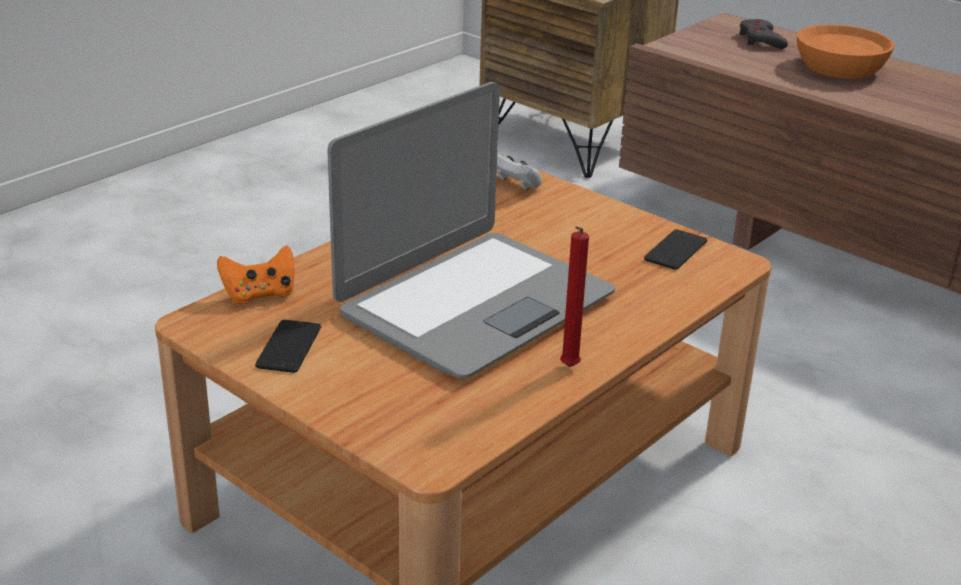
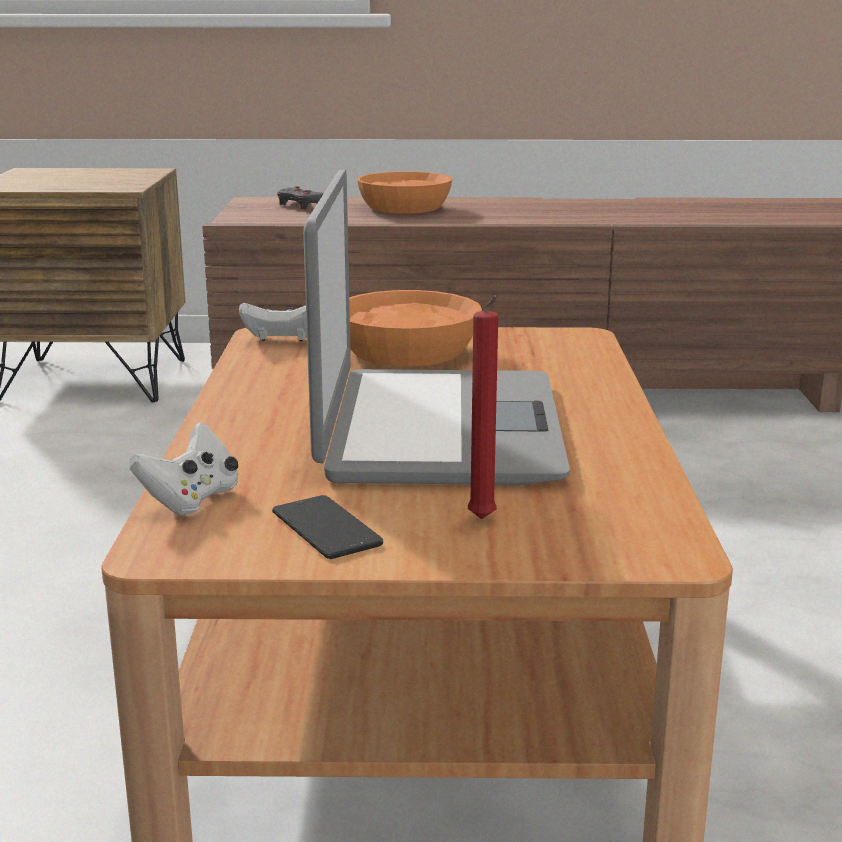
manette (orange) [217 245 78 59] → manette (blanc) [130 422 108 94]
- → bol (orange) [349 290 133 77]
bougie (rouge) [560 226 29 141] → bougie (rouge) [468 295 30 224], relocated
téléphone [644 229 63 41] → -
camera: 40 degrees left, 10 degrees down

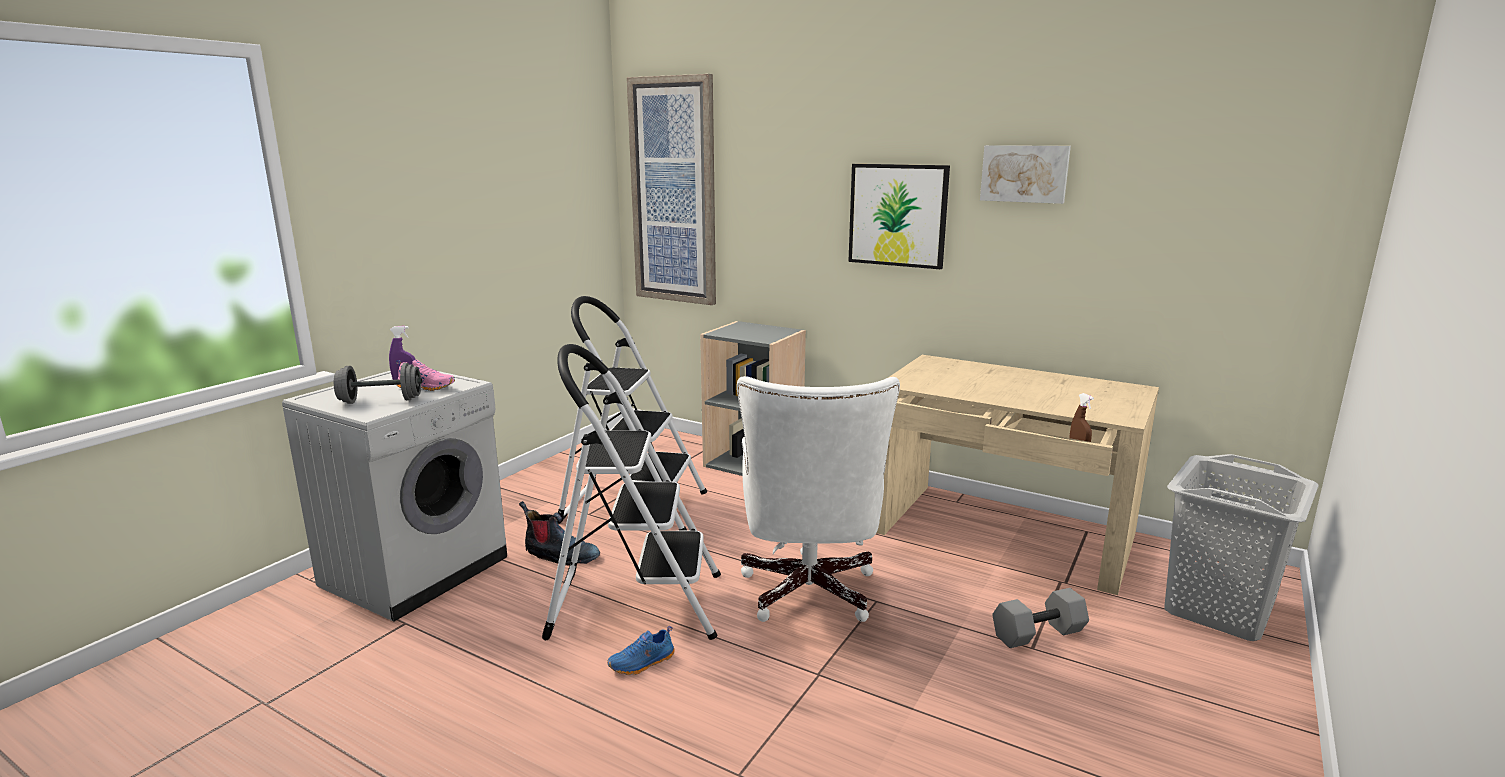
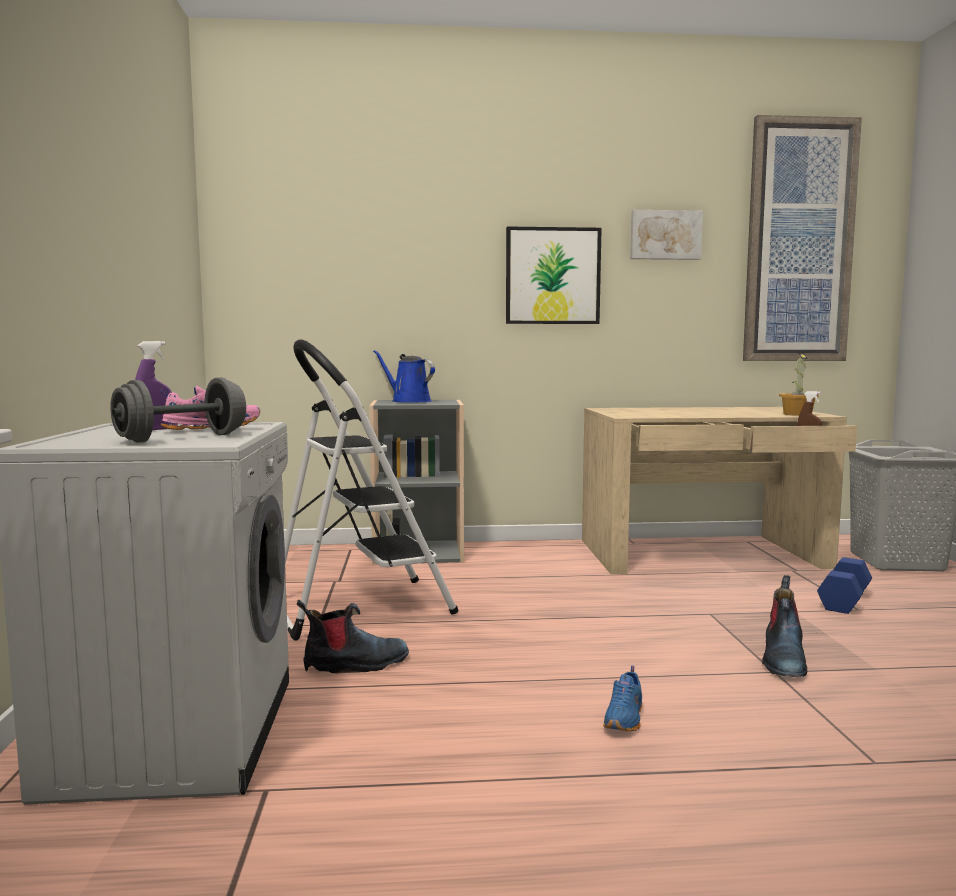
- → arrosoir (bleu) [373 350 62 52]
tableau [627 74 89 231] → tableau [743 115 119 246], relocated
- → botte [762 575 45 102]
- → plante en pot [779 353 40 63]
haltère (gris) [992 588 97 60] → haltère (bleu) [817 557 55 57]
escabeau [542 344 179 296] → -
chaise de bureau (blanc) [737 376 163 246] → -
camera: 35 degrees left, 10 degrees down

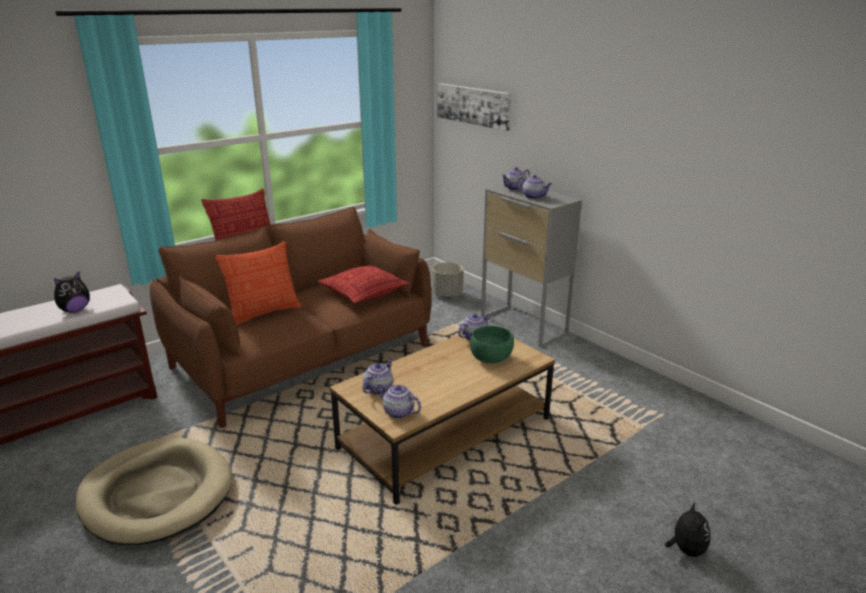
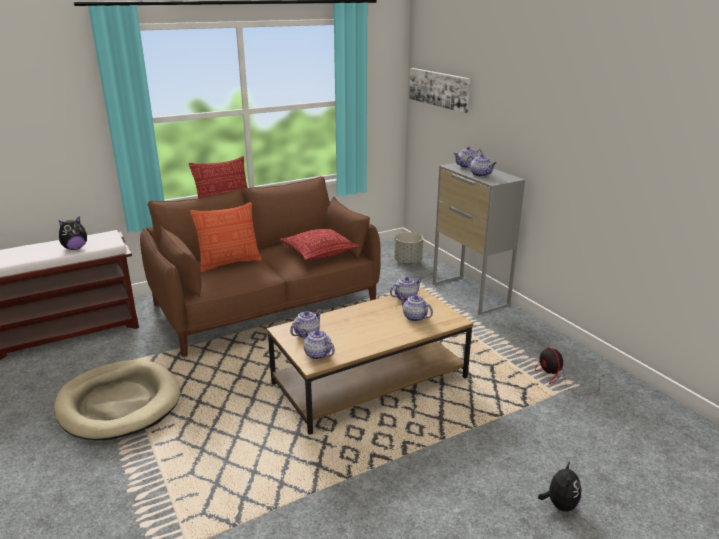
bol (vert) [470 326 44 37] → théière [399 295 34 27]
- → ventilateur [535 348 72 47]
camera: 10 degrees right, 0 degrees up

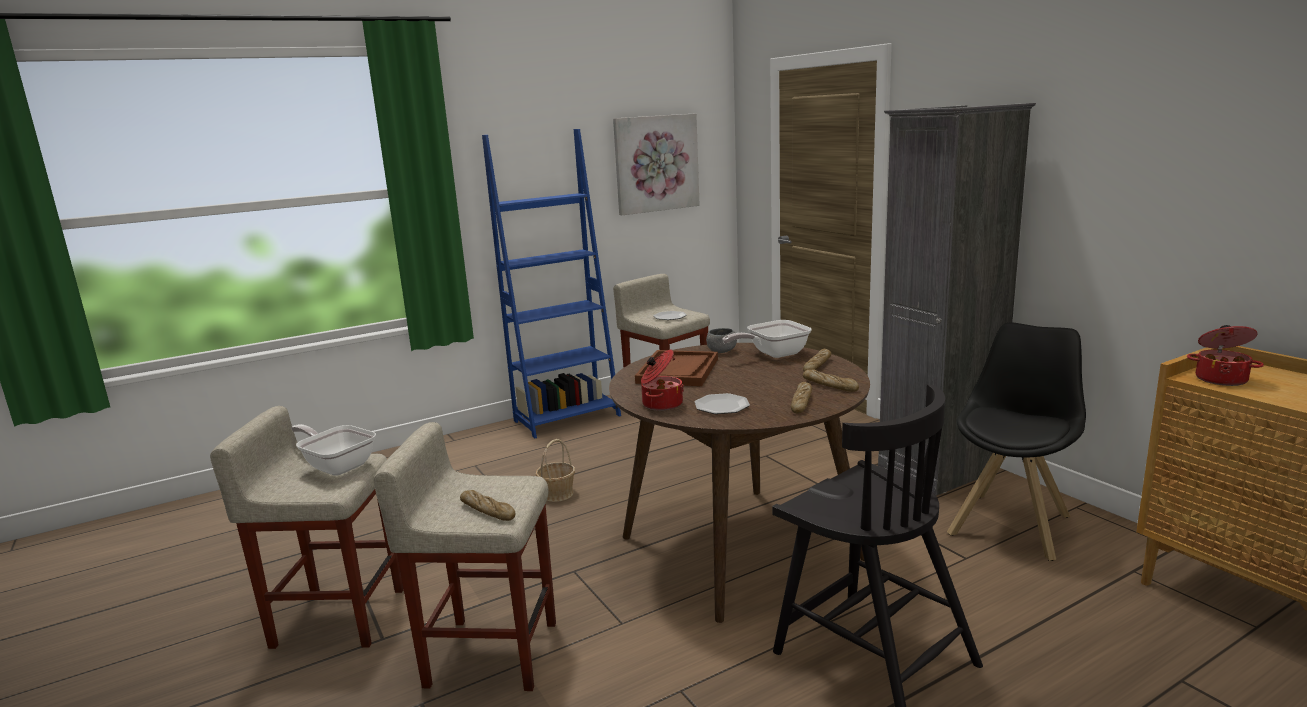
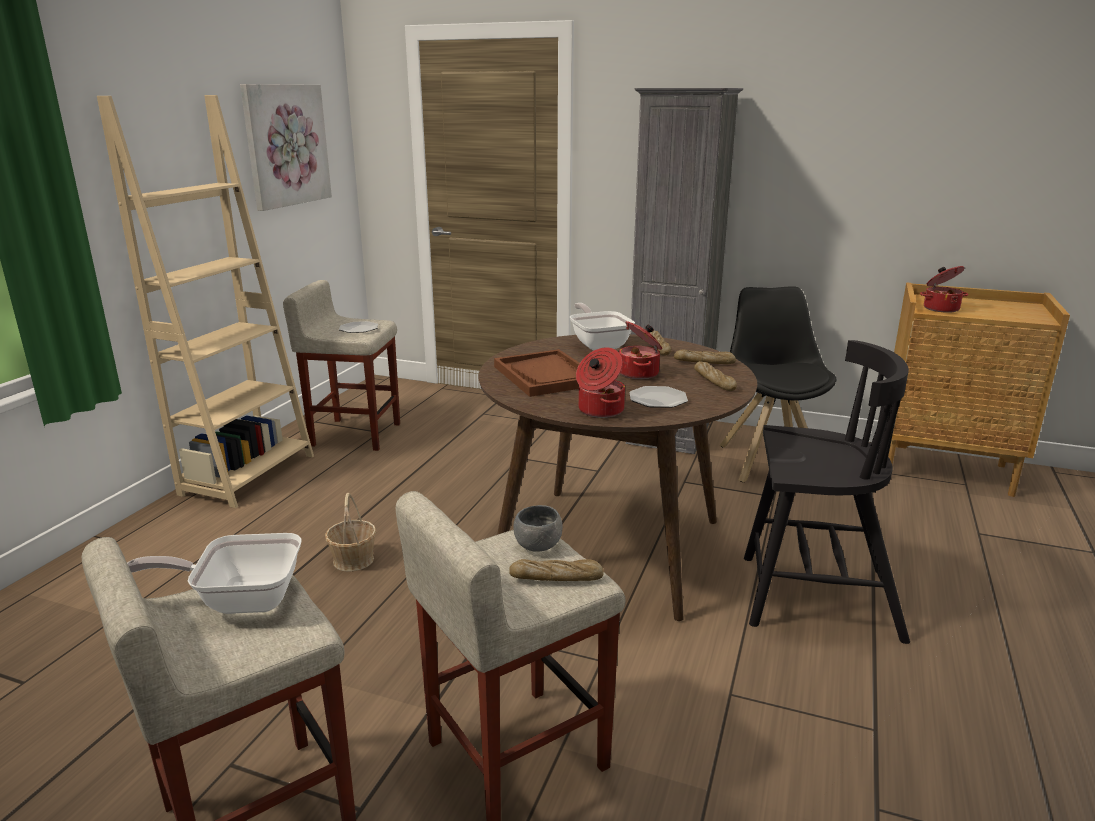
bibliothèque (bleu) [482 129 139 309] → bibliothèque (beige) [97 95 217 413]
bol (gris) [706 328 31 25] → bol (gris) [513 505 50 47], relocated
poêle [722 320 90 38] → poêle [570 303 65 48], 135 degrees clockwise
- → marmite [619 321 43 58]
camera: 40 degrees left, 5 degrees up

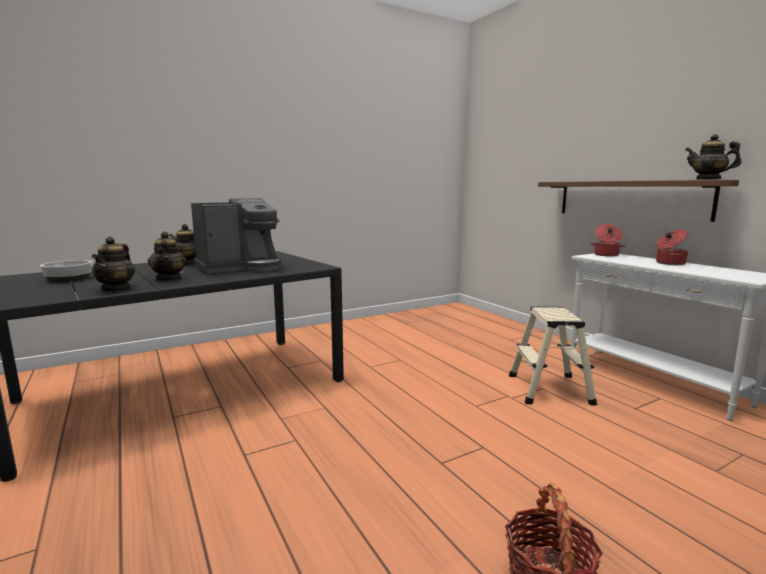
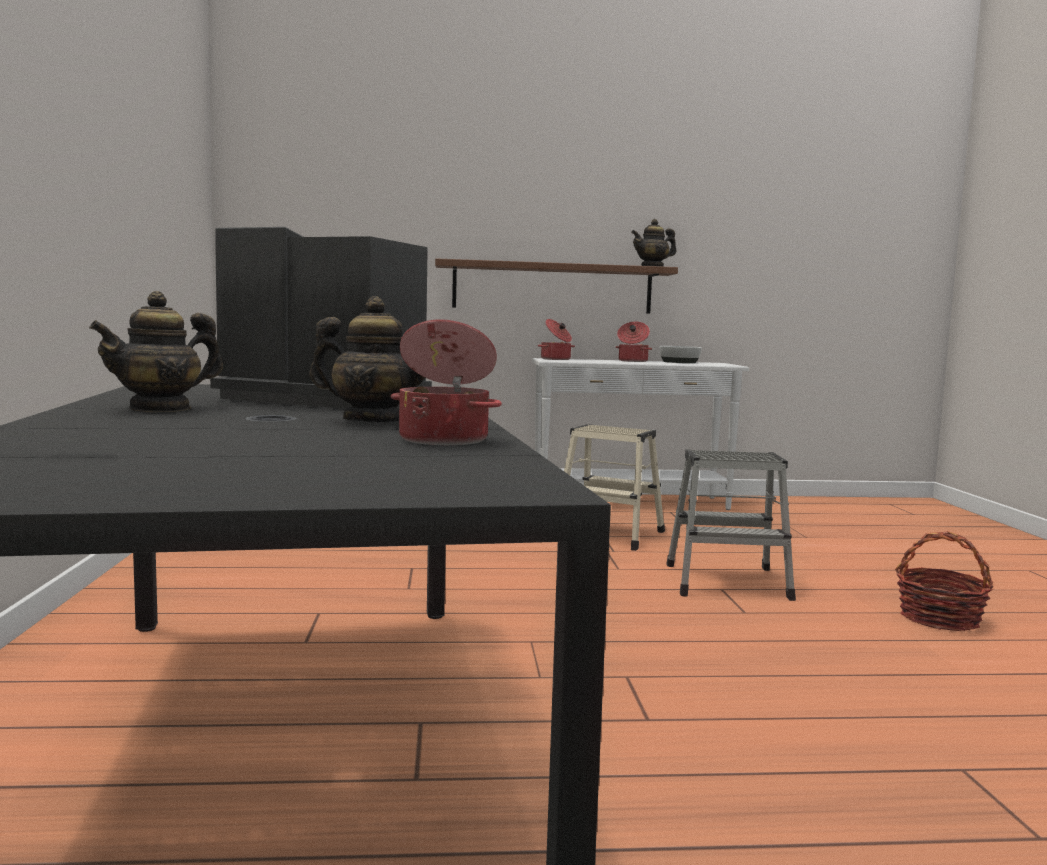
machine à café [191 198 91 75] → machine à café [210 227 222 182], 60 degrees counterclockwise
théière [92 236 43 56] → marmite [391 319 111 126]
bol [40 260 52 22] → bol [659 346 43 17], relocated
- → escabeau (gris) [666 449 130 152]
camera: 65 degrees left, 5 degrees down

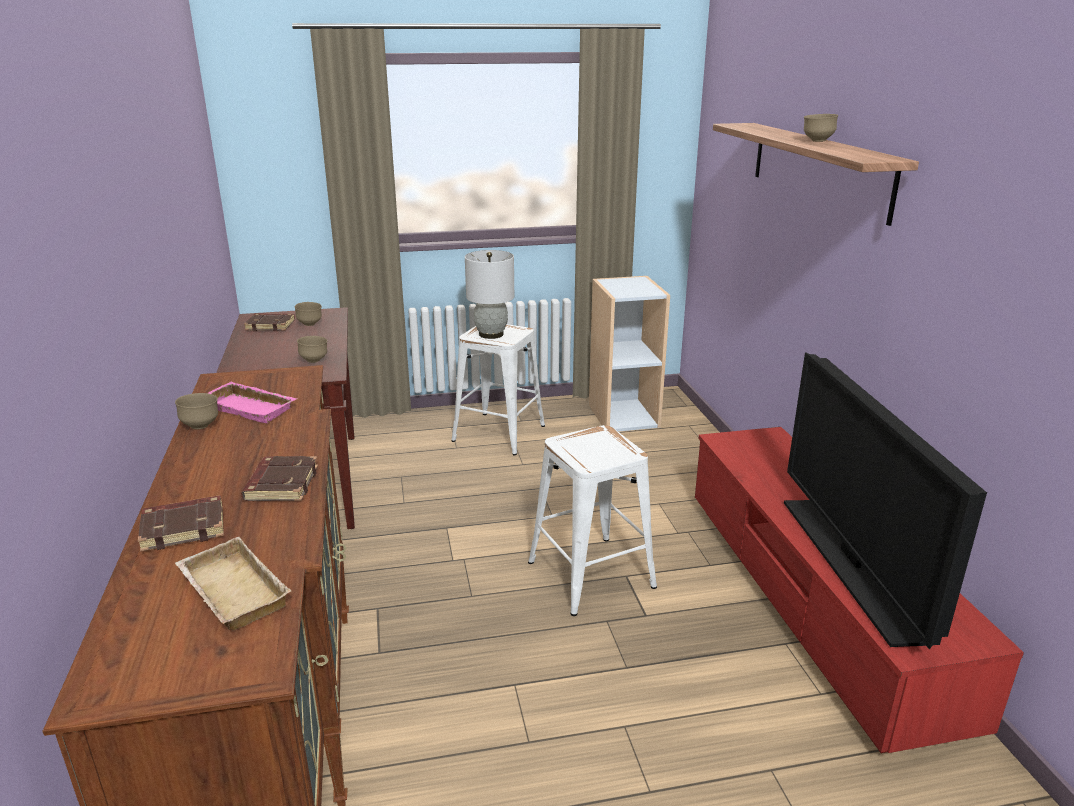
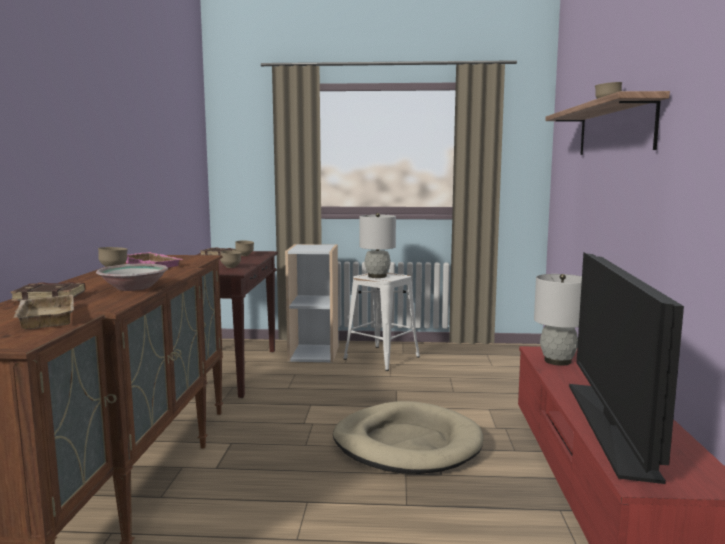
livre (marron) [241 456 77 45] → bol [96 264 72 27]
bibliothèque [589 276 81 156] → bibliothèque [285 244 53 119], relocated
tabouret (blanc) [528 425 129 191] → panier pour chien (beige) [333 401 150 73]
- → lampe de table (blanc) [534 274 48 92]
camera: 15 degrees right, 15 degrees down

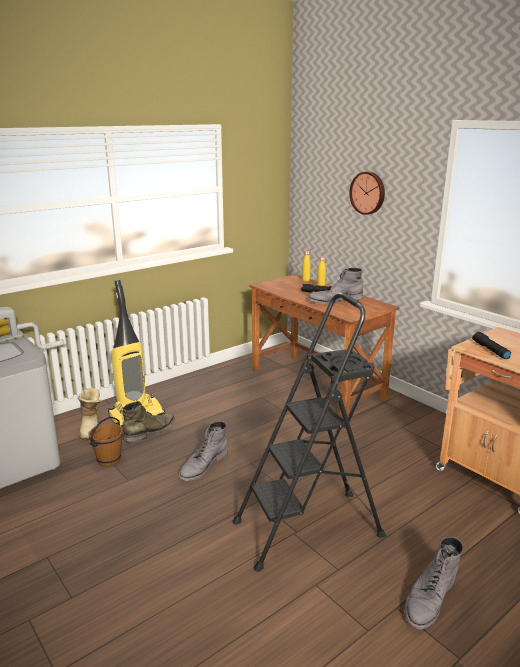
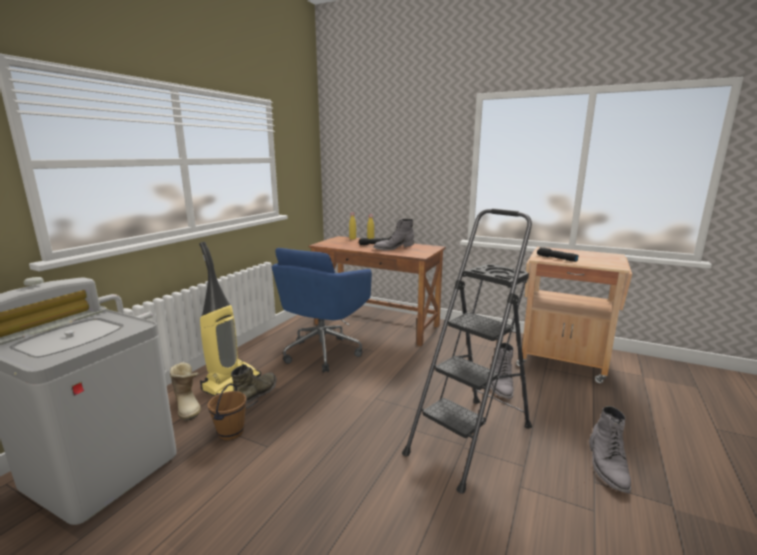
- → chaise de bureau (bleu) [272 248 100 125]
botte (gris) [178 421 50 60] → botte (gris) [491 343 23 56], relocated
horloge murale [349 171 36 44] → -
camera: 25 degrees left, 5 degrees down

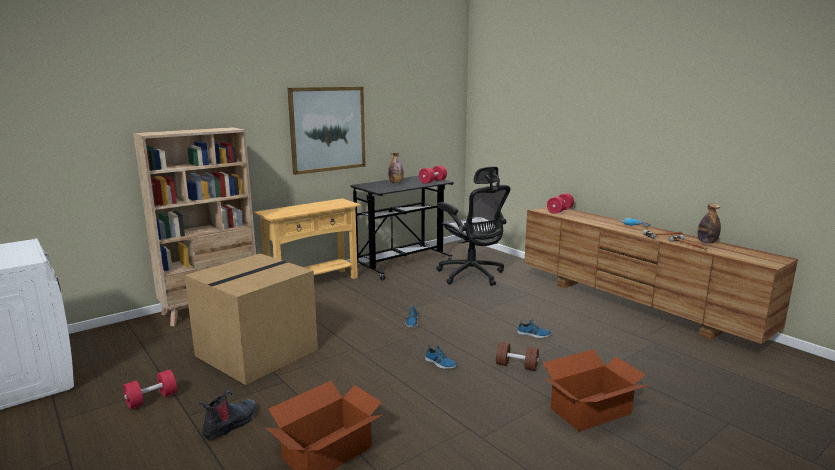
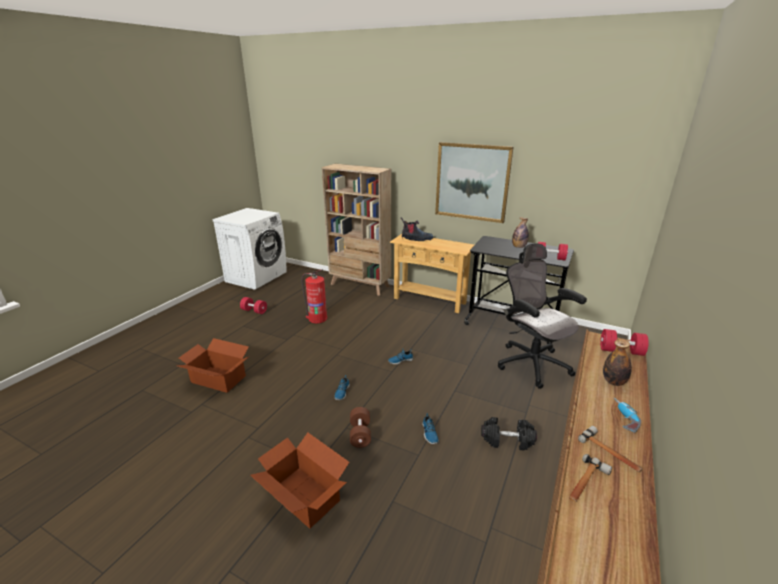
carton [185 254 133 131] → extincteur [301 269 26 54]
botte [197 390 60 51] → botte [400 217 34 24], relocated
- → haltère (noir) [481 417 56 33]
chaise de bureau [436 166 74 120] → chaise de bureau [498 243 89 146], 120 degrees clockwise
bouteille [698 203 23 40] → bouteille [603 339 29 47], relocated
camera: 65 degrees right, 10 degrees up

